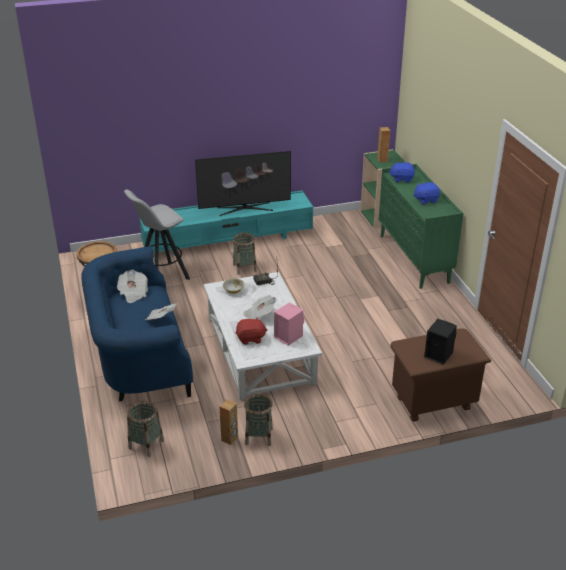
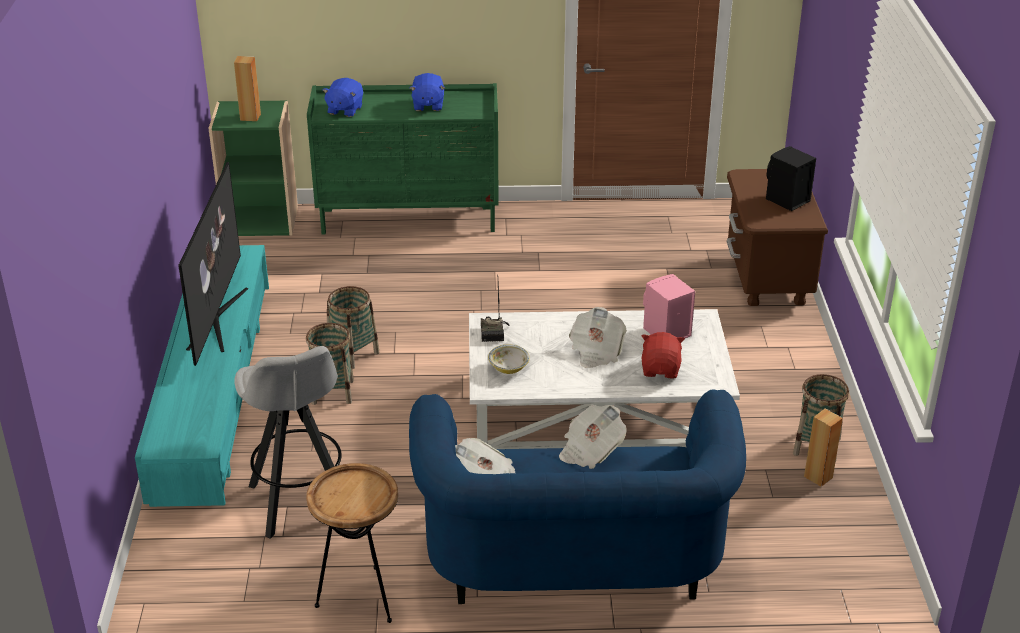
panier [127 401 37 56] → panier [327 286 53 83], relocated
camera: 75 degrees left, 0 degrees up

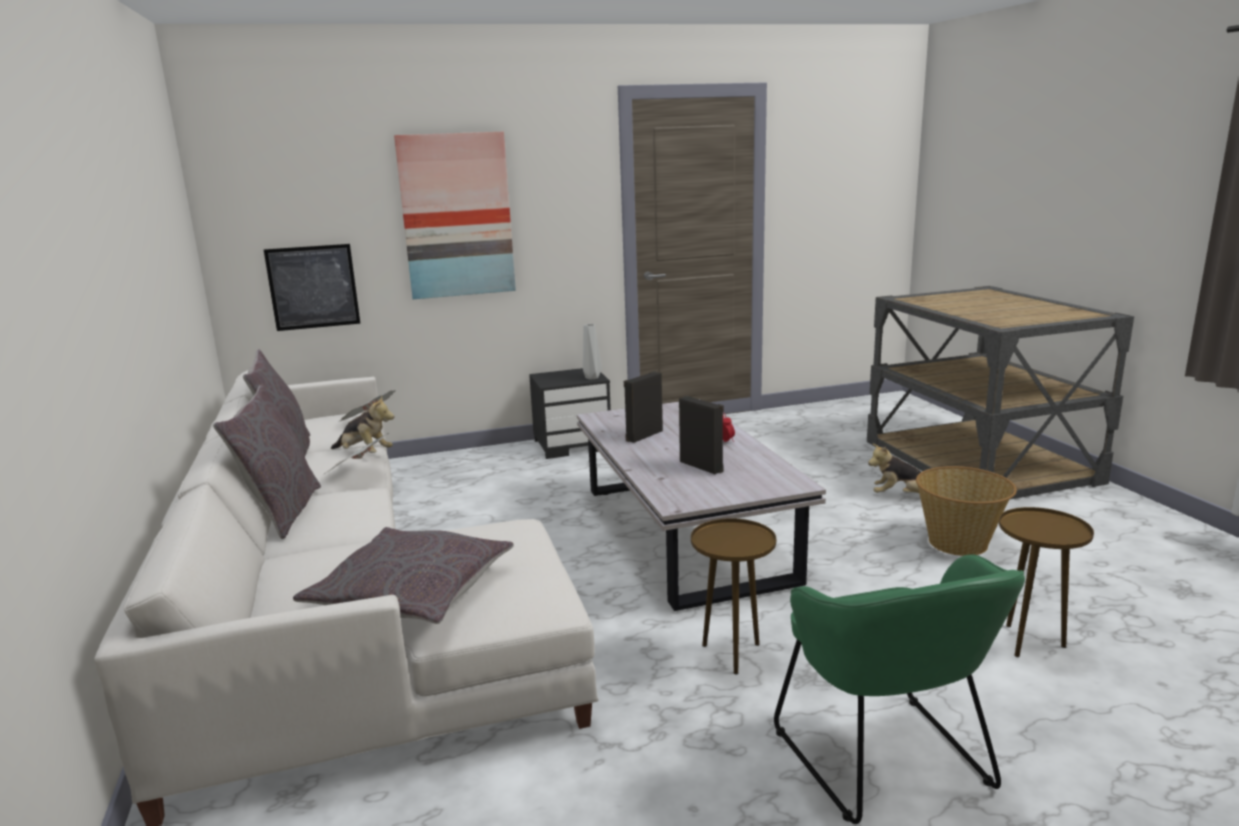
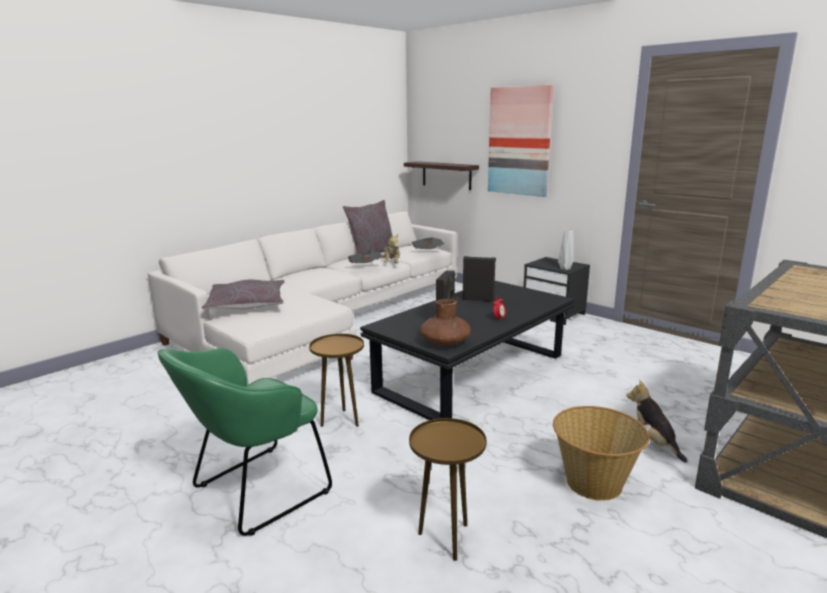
table basse (blanc) [577 399 249 212] → table basse (noir) [360 281 215 139]
tableau [264 244 96 87] → étagère [404 161 75 29]
- → vase (marron) [420 299 51 47]
coussin (gris) [213 385 108 154] → -
camera: 60 degrees right, 0 degrees up

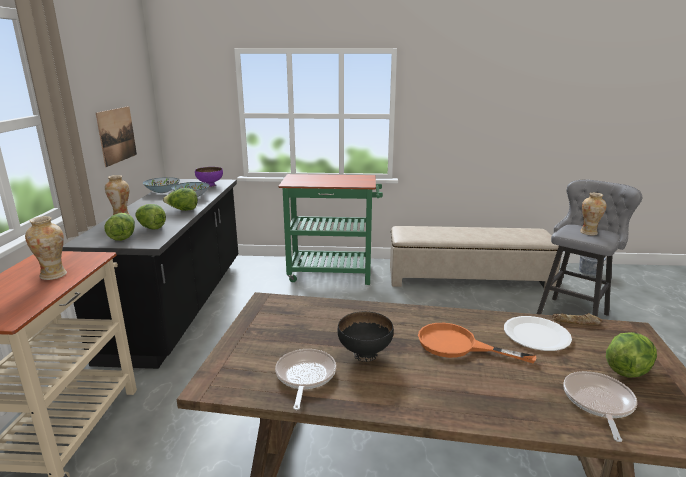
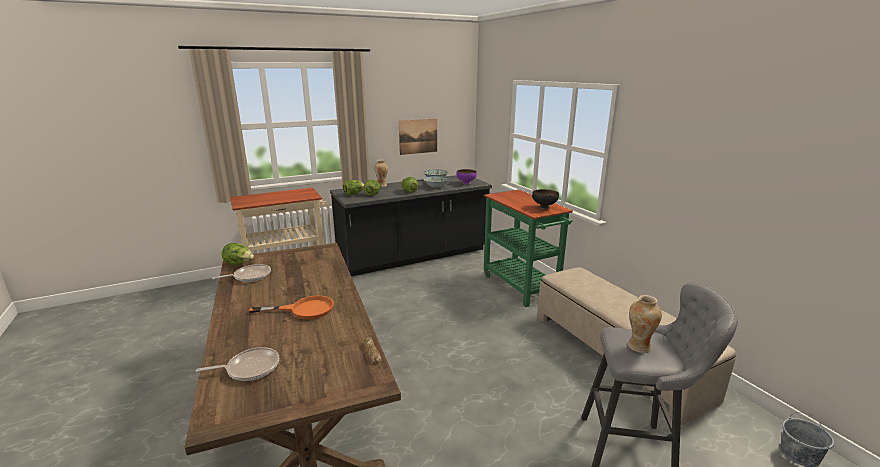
laitue [606 332 51 46] → laitue [222 243 32 22], relocated
poêle (orange) [418 323 118 40] → poêle (orange) [249 296 85 23], 90 degrees clockwise
bol (noir) [338 311 56 51] → bol (noir) [532 189 27 20], relocated
vase [25 216 42 64] → -
assiette (blanc) [504 316 68 35] → -
camera: 60 degrees right, 0 degrees up

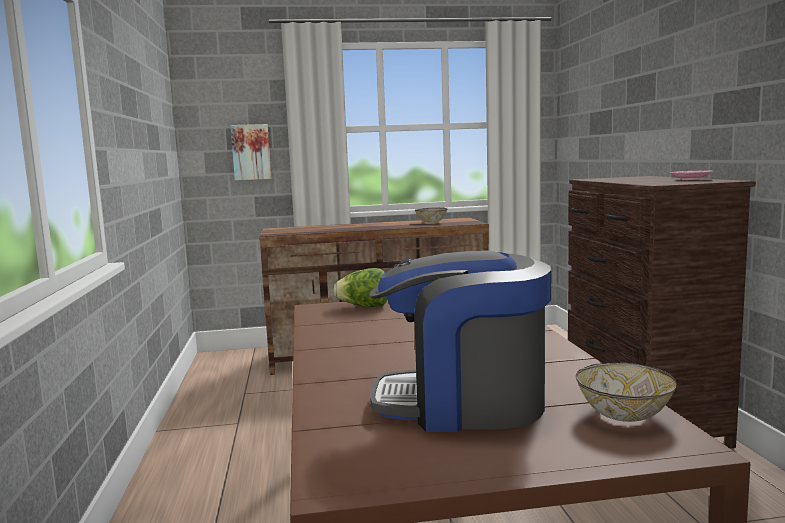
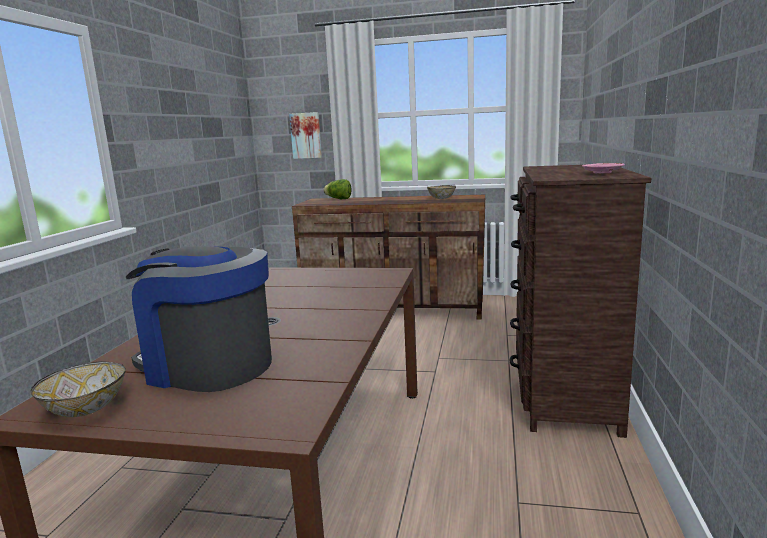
bol [576 363 101 59] → bol [30 361 96 56], relocated
laitue [333 268 54 39] → laitue [323 179 28 20], relocated
camera: 20 degrees right, 5 degrees up

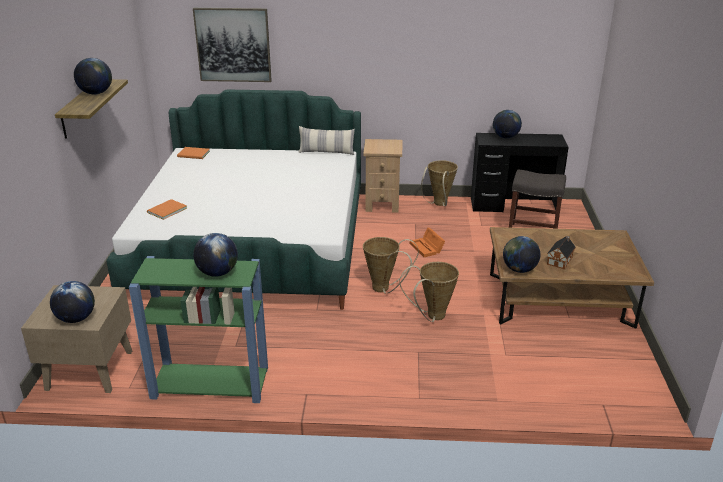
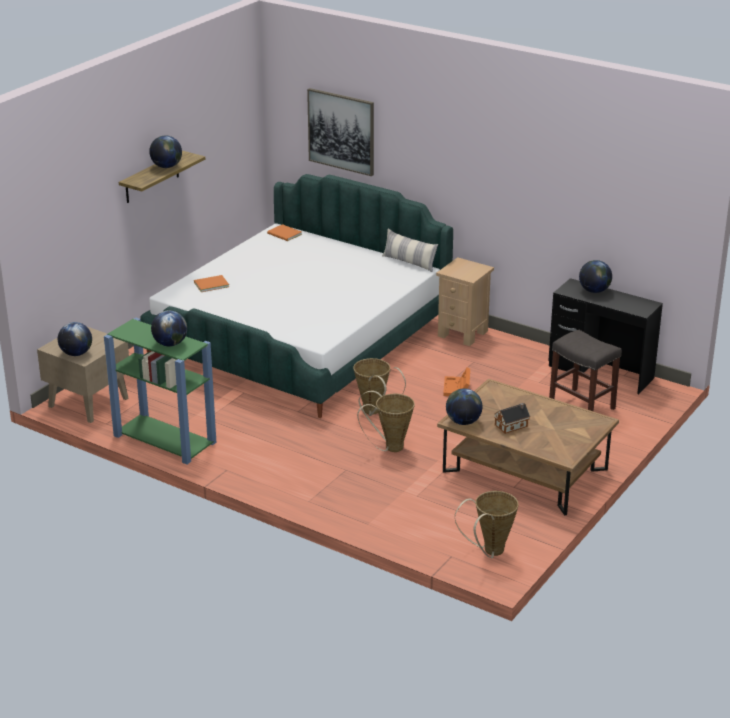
panier [421 160 37 46] → panier [455 491 63 67], relocated
camera: 30 degrees right, 0 degrees up

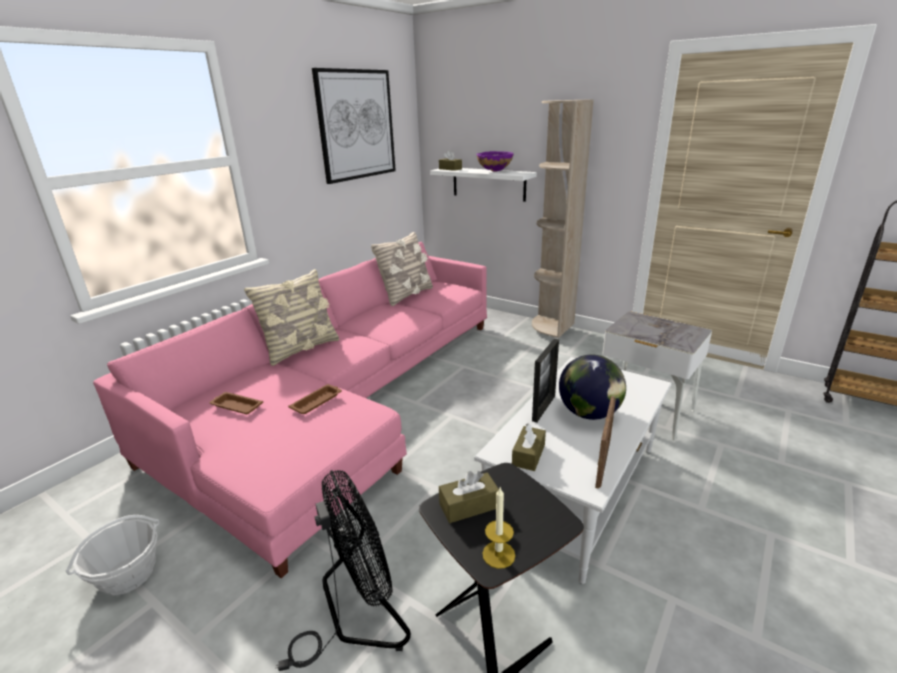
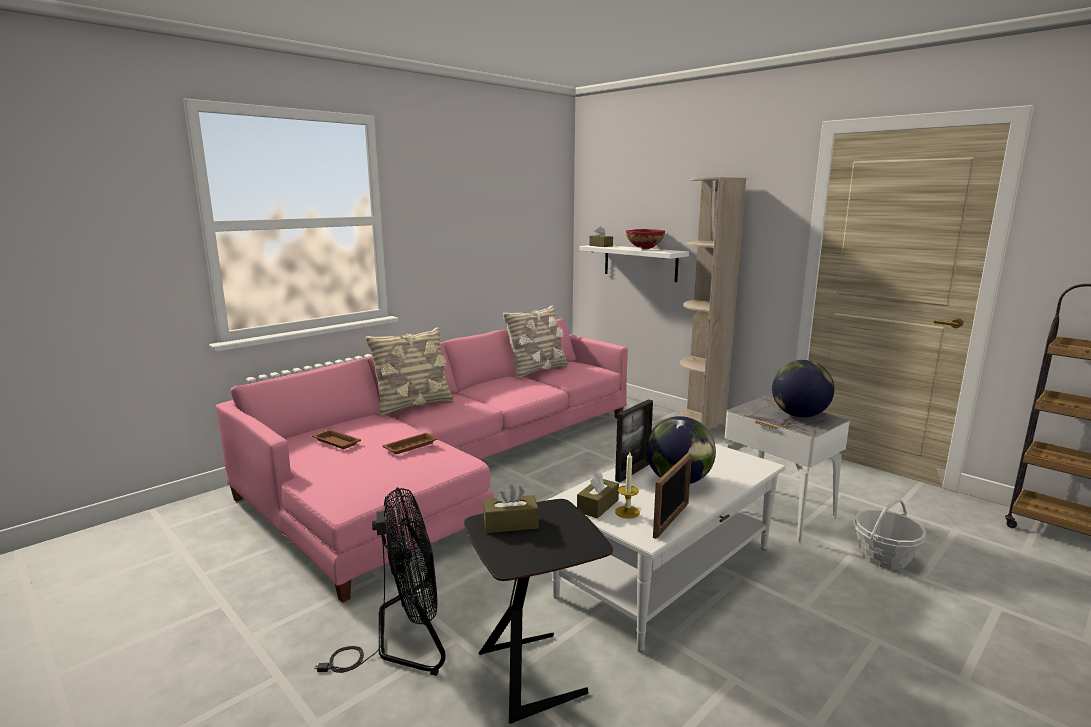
bougie [483 488 32 81] → bougie [615 452 25 67], relocated
bol (violet) [476 151 37 21] → bol (rouge) [626 229 39 21]
- → globe [772 360 62 58]
panier [66 515 94 80] → panier [853 499 73 70], relocated
tableau [312 68 84 116] → -
camera: 10 degrees right, 10 degrees down

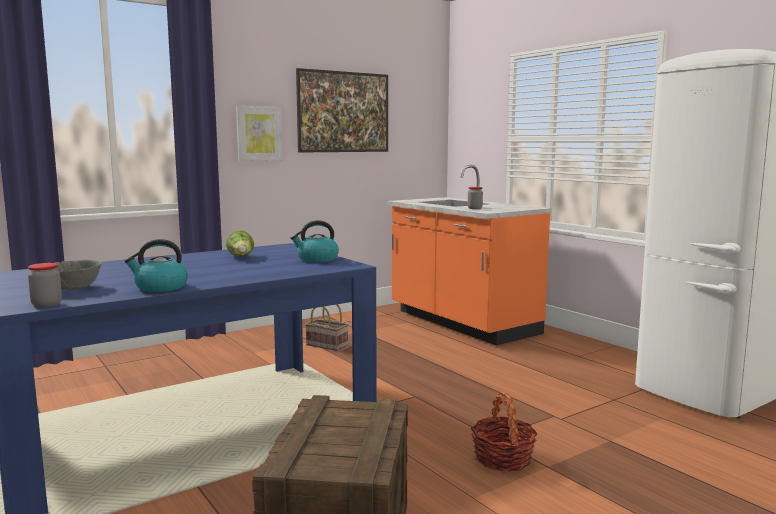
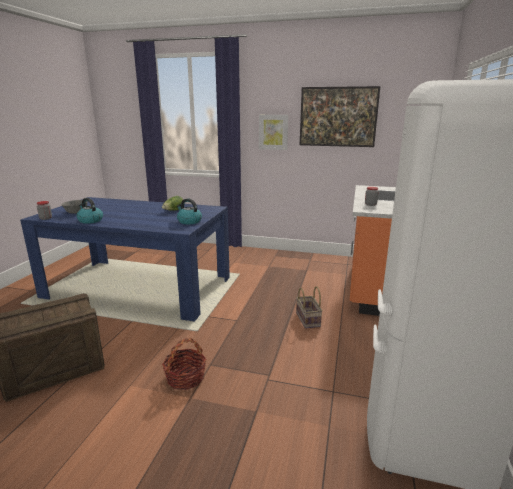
panier [305 304 44 47] → panier [296 286 27 42], relocated
camera: 50 degrees right, 10 degrees up

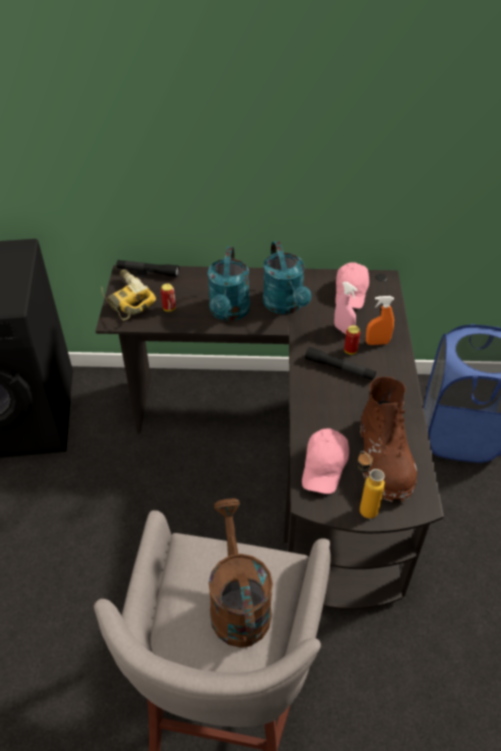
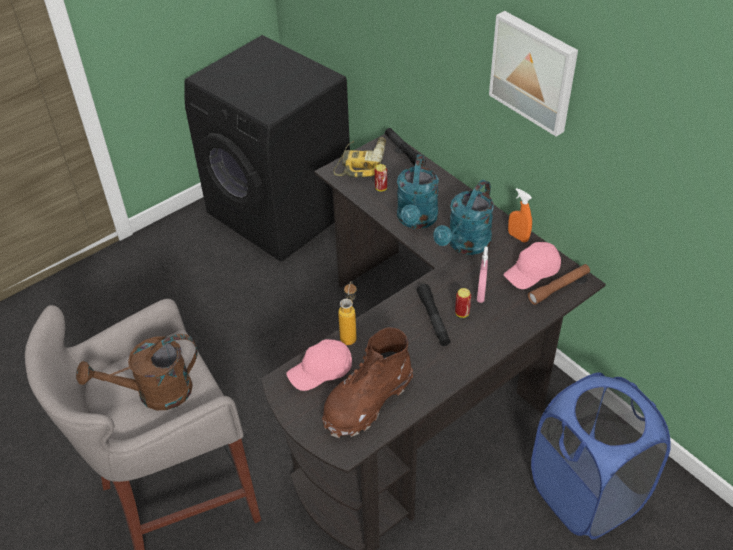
arrosoir (marron) [209 498 64 150] → arrosoir (marron) [76 334 122 76], 150 degrees counterclockwise
bouteille [358 451 27 68] → bouteille [338 281 19 64], relocated
arrosoir (turquoise) [207 247 43 74] → arrosoir (turquoise) [397 154 42 75], 45 degrees counterclockwise
- → tableau [489 11 89 125]
vaporisateur (orange) [366 296 28 49] → vaporisateur (orange) [508 188 24 54], relocated
- → lampe de poche (marron) [528 264 62 41]
camera: 50 degrees right, 0 degrees up

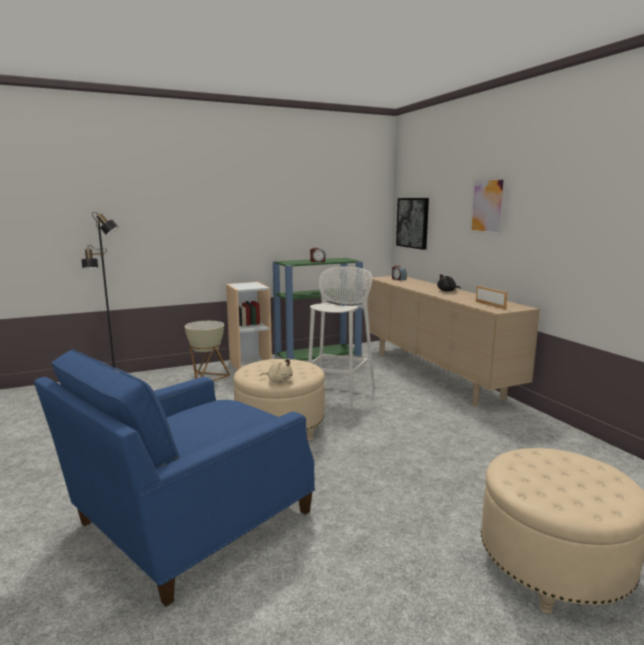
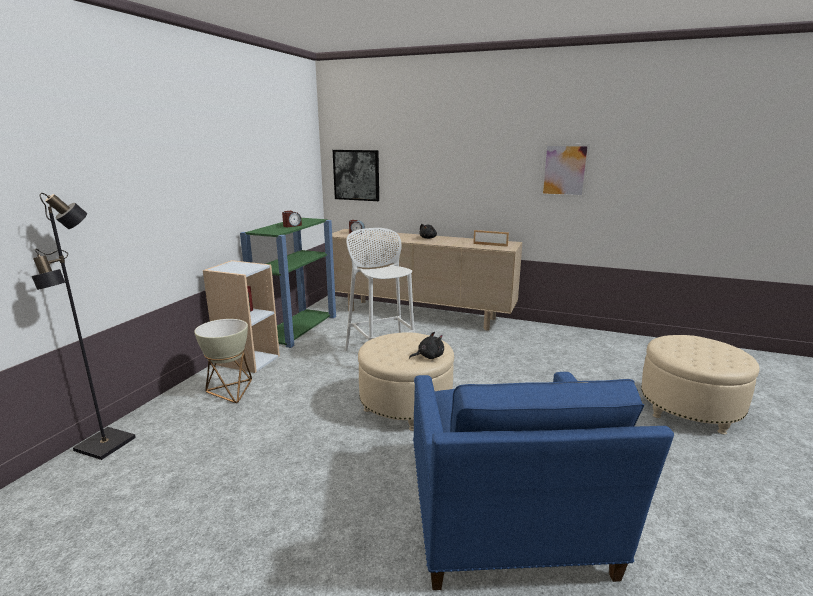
peluche (beige) [261 358 32 24] → peluche (noir) [409 332 35 27]
tableau [470 177 37 58] → tableau [540 144 50 54], relocated
camera: 45 degrees left, 5 degrees up

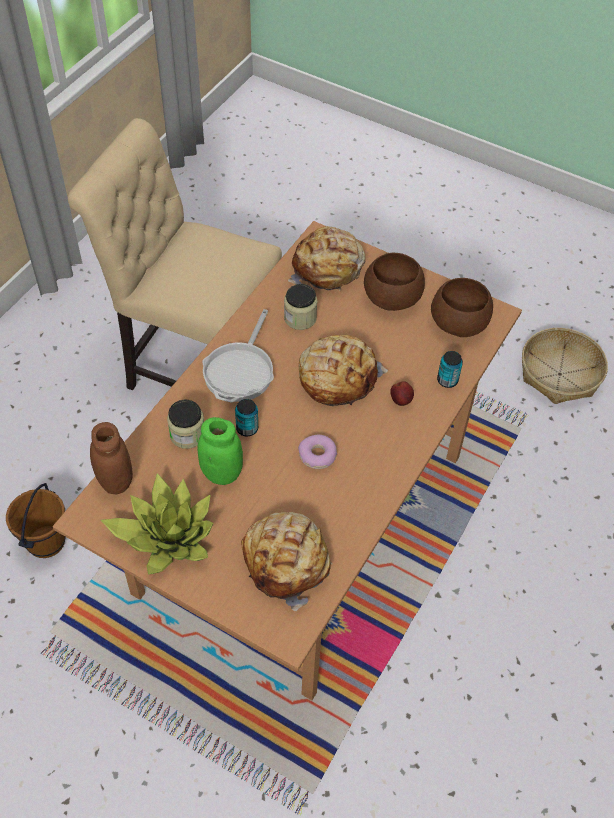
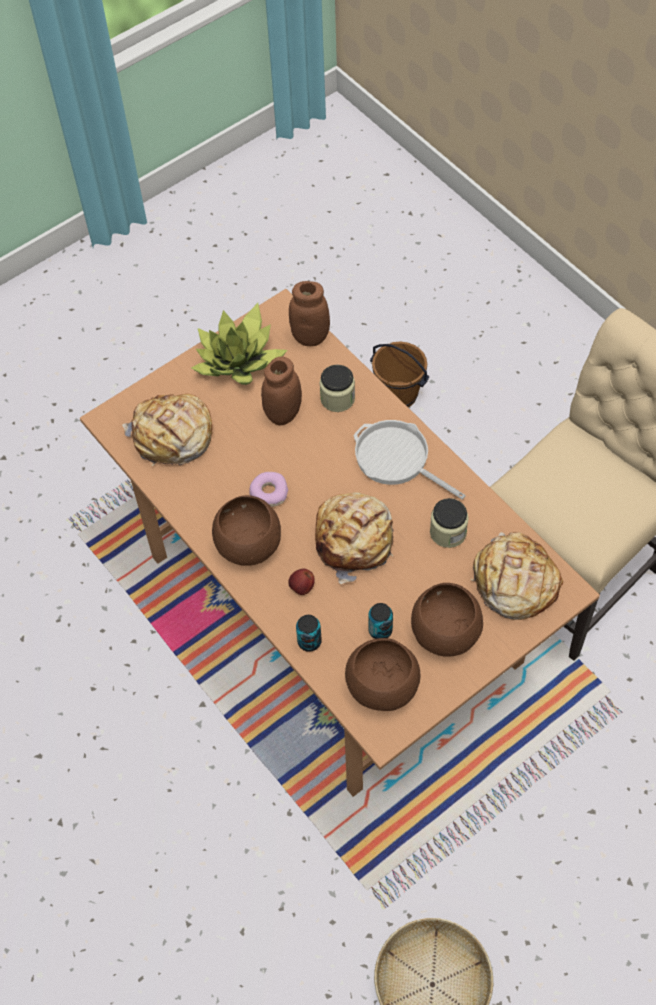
- → bol (marron) [212 495 69 71]
bocal (vert) [198 417 45 68] → bocal (marron) [261 357 41 69]
boîte métallique [235 399 23 38] → boîte métallique [368 603 25 36], relocated
camera: 115 degrees right, 5 degrees up

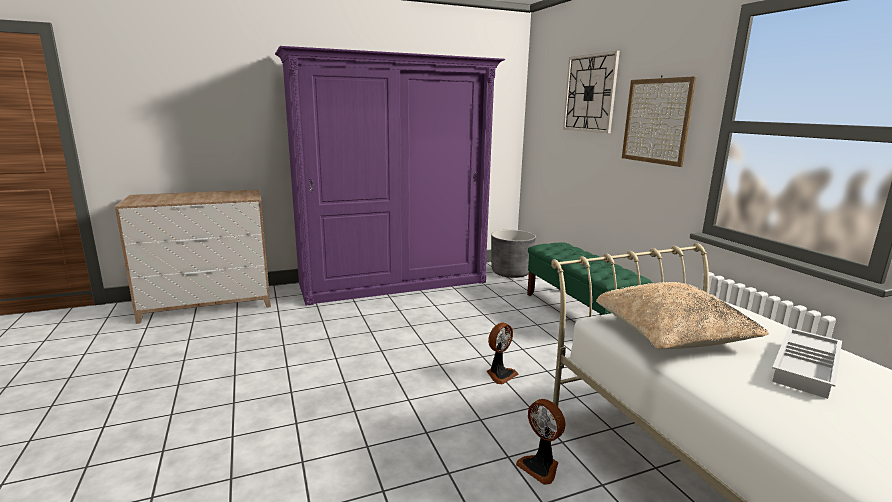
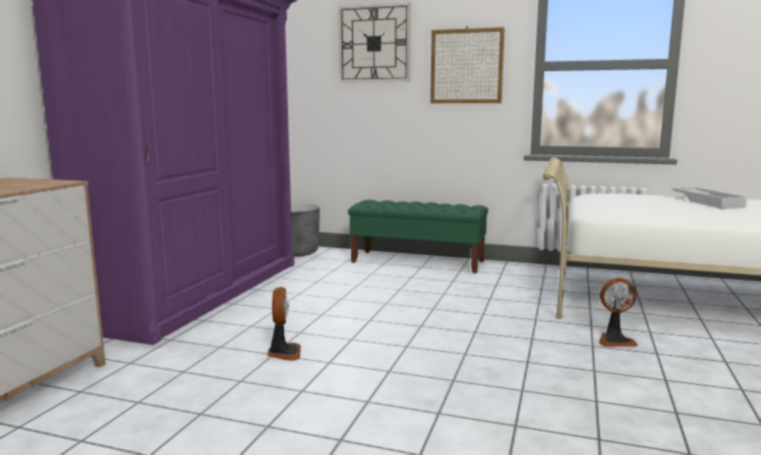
ventilateur [487 323 31 61] → ventilateur [267 287 34 74], relocated
coussin (beige) [596 282 173 68] → -
camera: 50 degrees left, 5 degrees down

